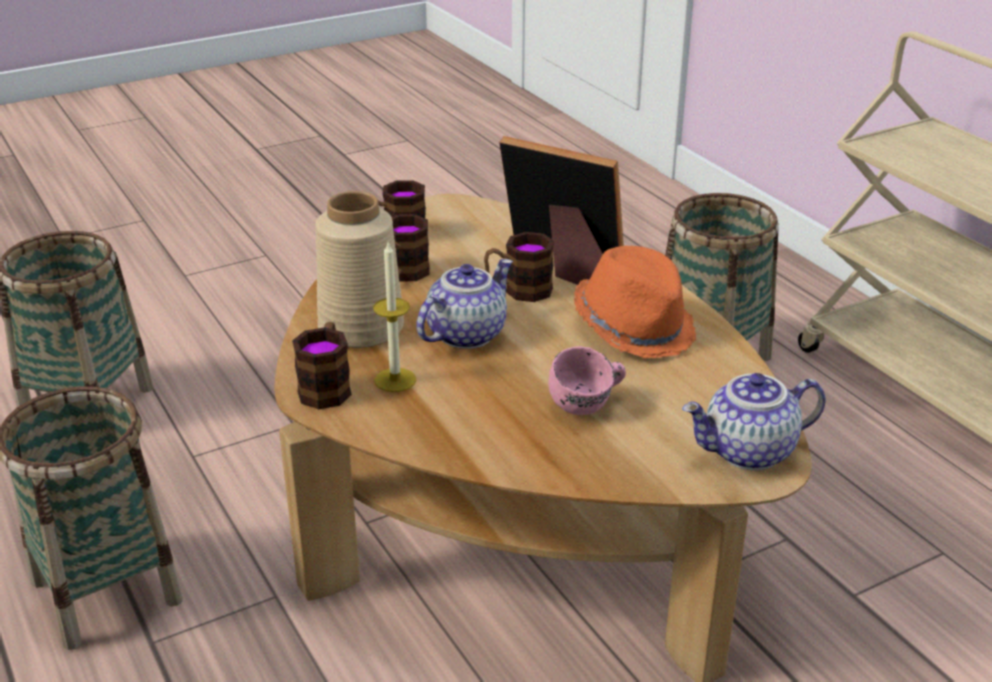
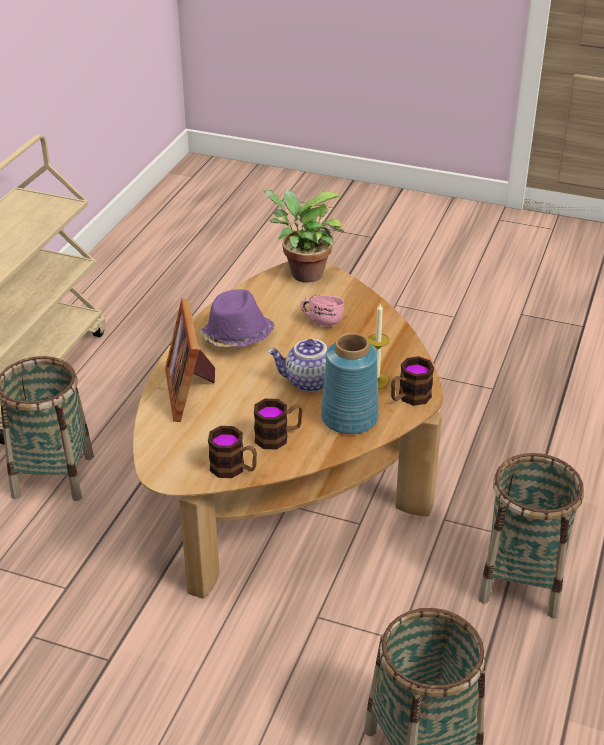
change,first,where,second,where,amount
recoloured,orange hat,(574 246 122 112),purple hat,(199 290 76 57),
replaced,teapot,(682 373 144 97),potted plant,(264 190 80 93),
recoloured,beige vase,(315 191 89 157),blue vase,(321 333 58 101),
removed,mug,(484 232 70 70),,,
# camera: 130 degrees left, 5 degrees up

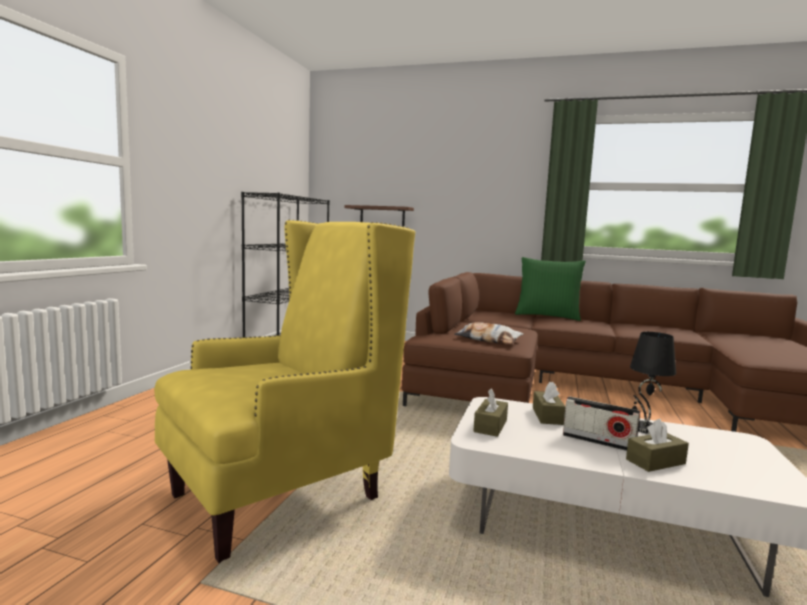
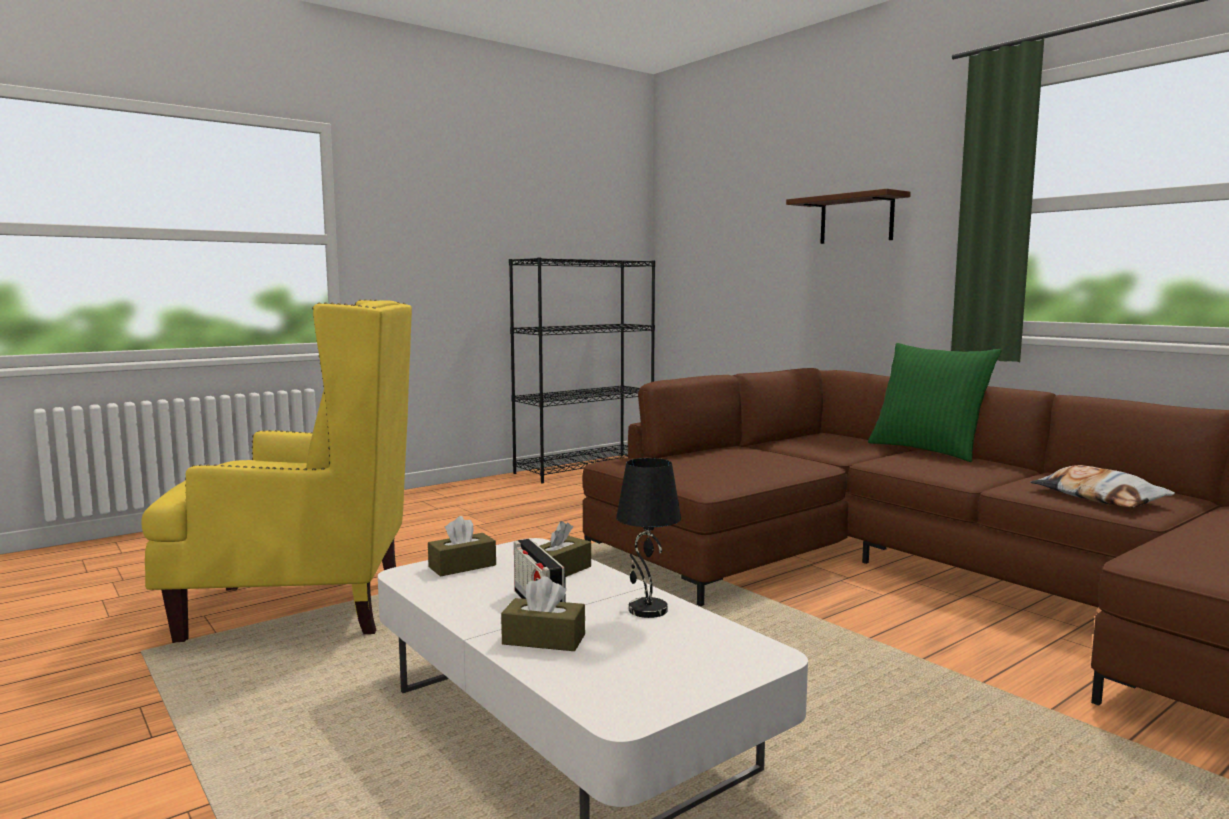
change,first,where,second,where,amount
moved,brown shelf,(344 205 70 22),,(786 189 125 55),
moved,pillow,(454 322 70 22),,(1030 465 145 43),
# camera: 35 degrees right, 0 degrees up

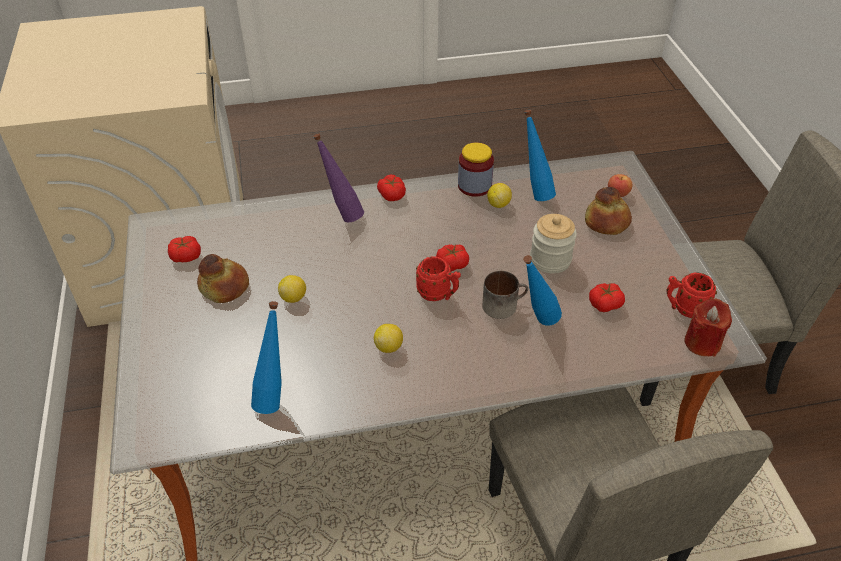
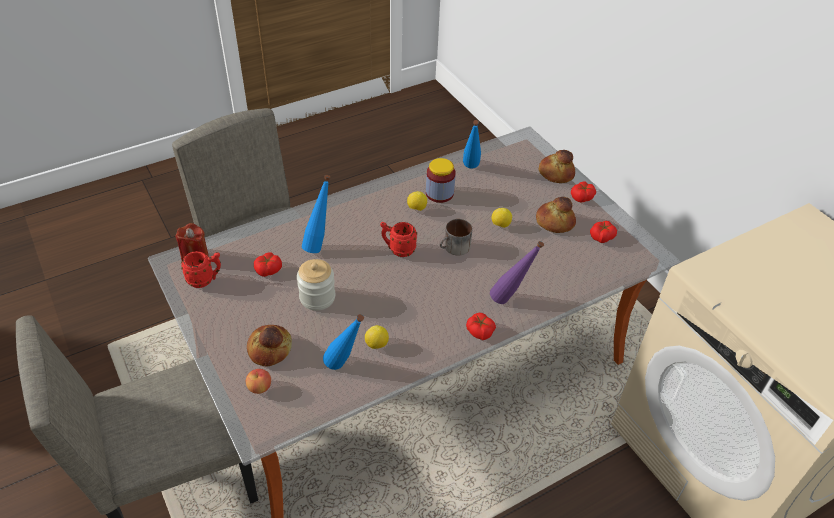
change,first,where,second,where,amount
moved,jar,(458 142 36 55),,(426 158 30 45),
moved,mug,(482 271 46 48),,(440 219 32 37),
added,,,bread,(539 150 36 33),
moved,tomato,(436 245 33 26),,(571 182 25 20),
# camera: 160 degrees right, 0 degrees up

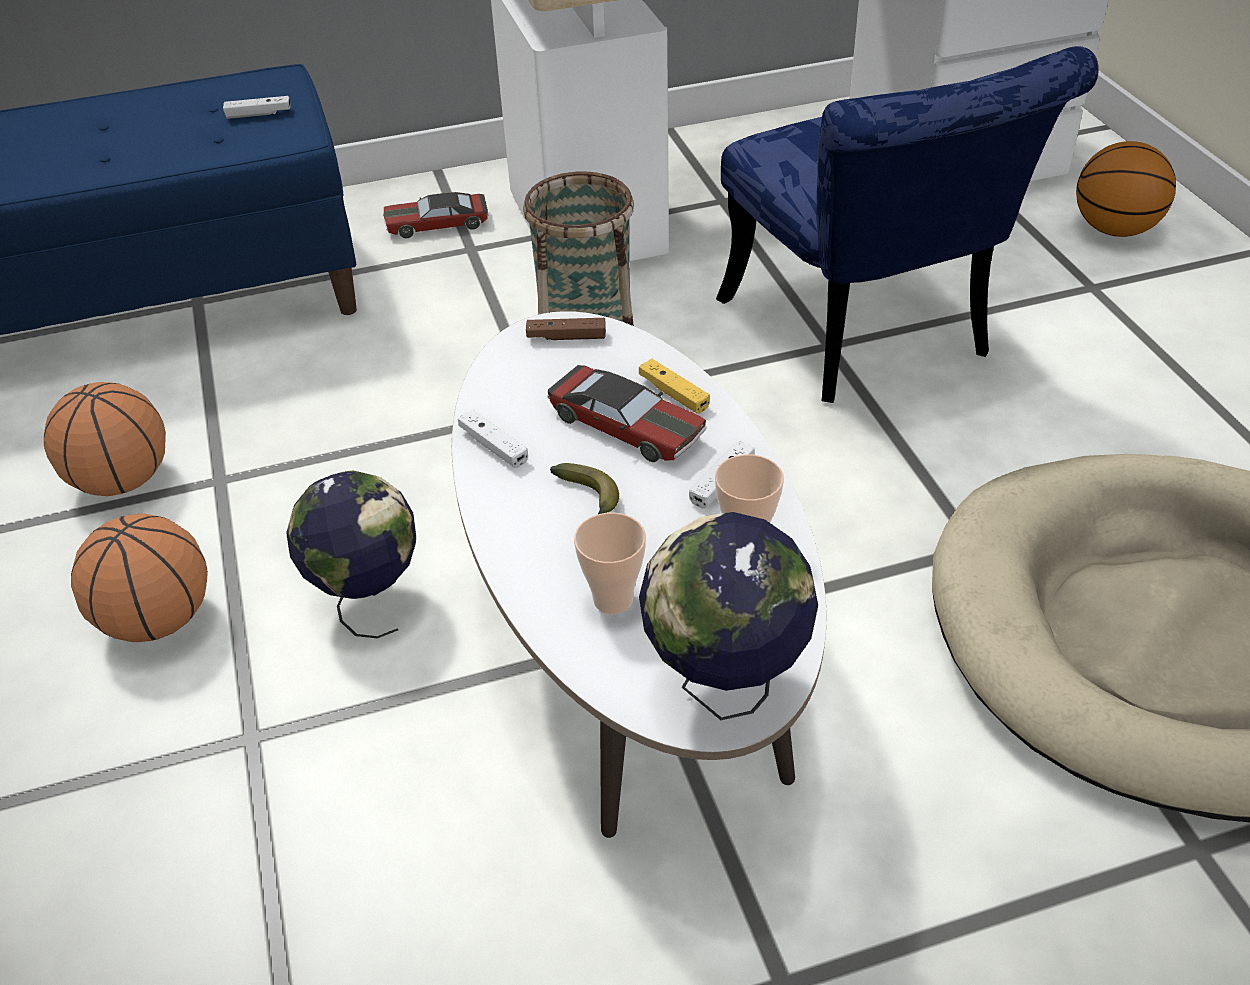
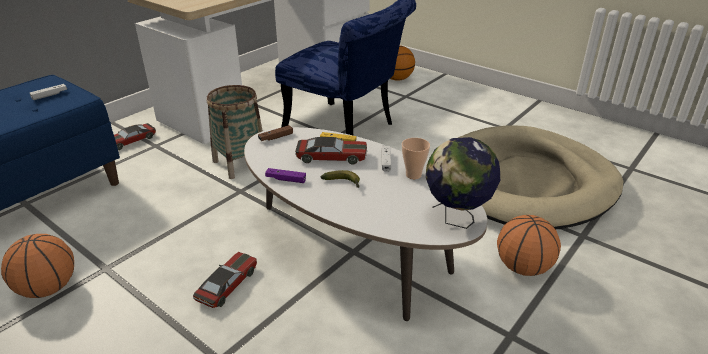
change,first,where,second,where,amount
replaced,globe,(286 471 130 167),toy car,(193 252 64 56),
recoloured,white game controller,(458 410 70 58),purple game controller,(265 168 41 15),
moved,basketball,(71 513 137 129),,(497 215 64 61),
removed,cup,(574 513 72 101),,,
# camera: 35 degrees left, 10 degrees down

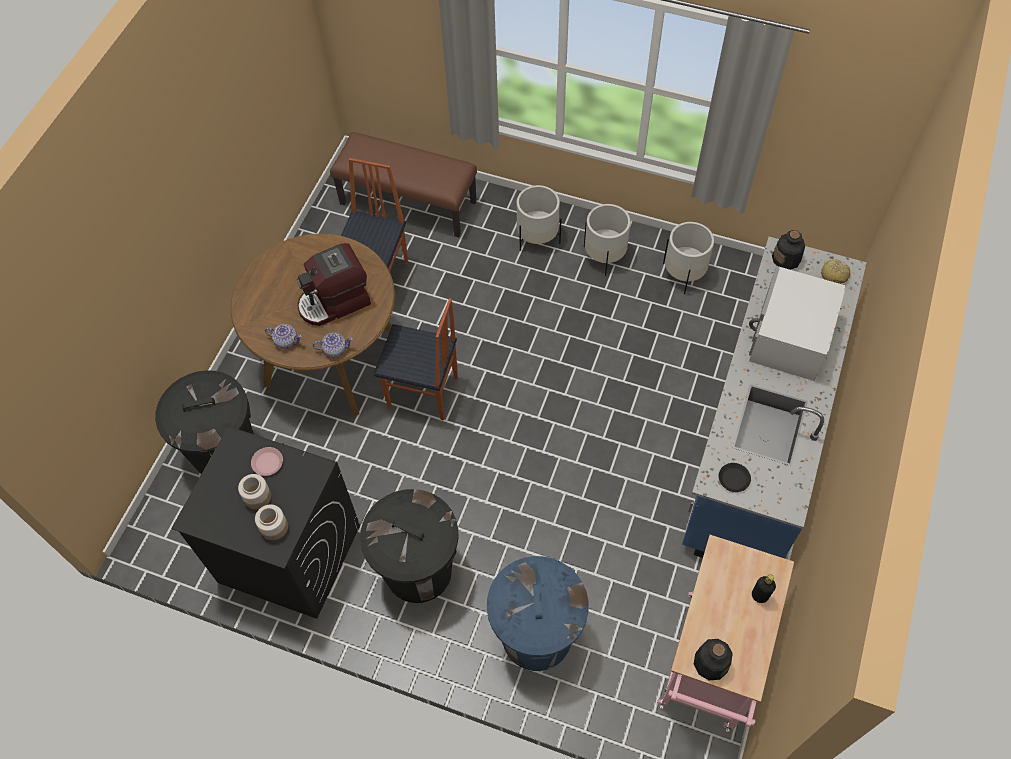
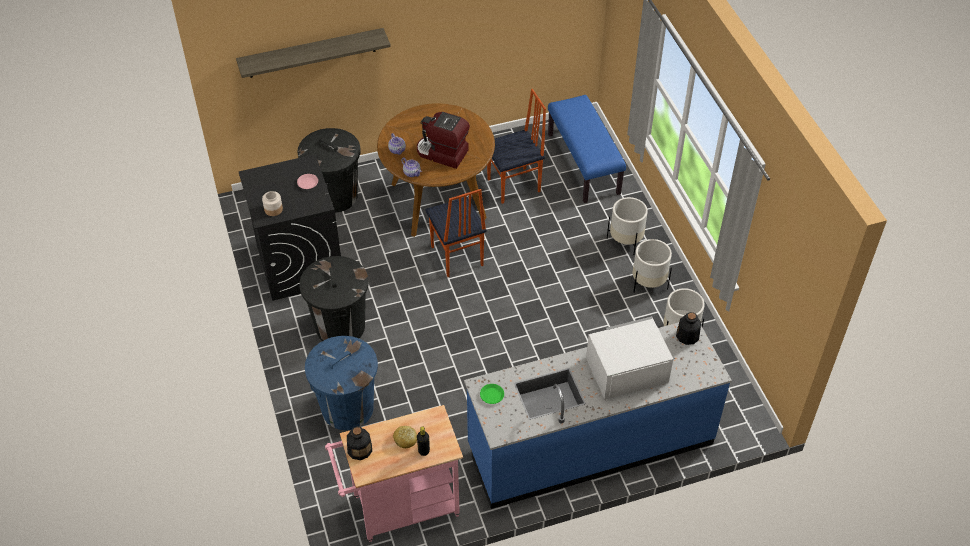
change,first,where,second,where,amount
added,,,shelf,(236 28 155 50),
moved,bread,(821 260 29 24),,(393 426 24 22),
recoloured,black plate,(719 463 32 29),green plate,(480 384 24 20),
recoloured,brown bench,(330 132 147 105),blue bench,(548 95 78 108),
removed,jar,(238 474 33 35),,,
# camera: 50 degrees right, 10 degrees down

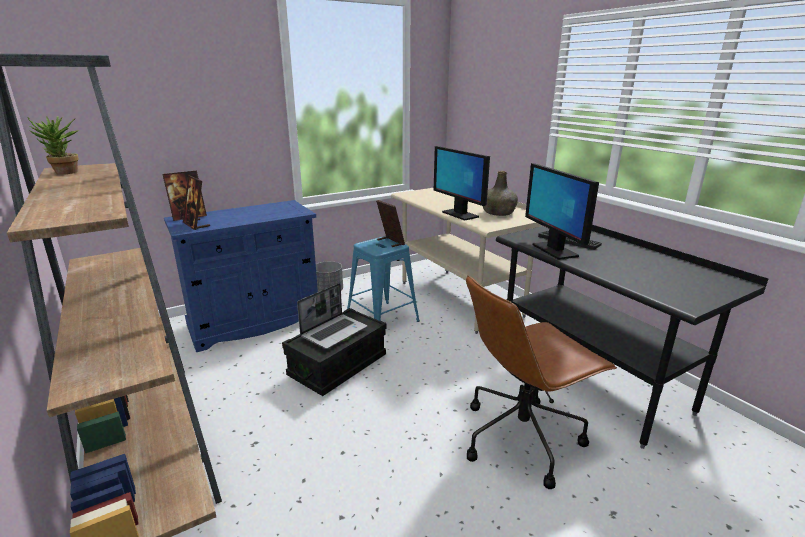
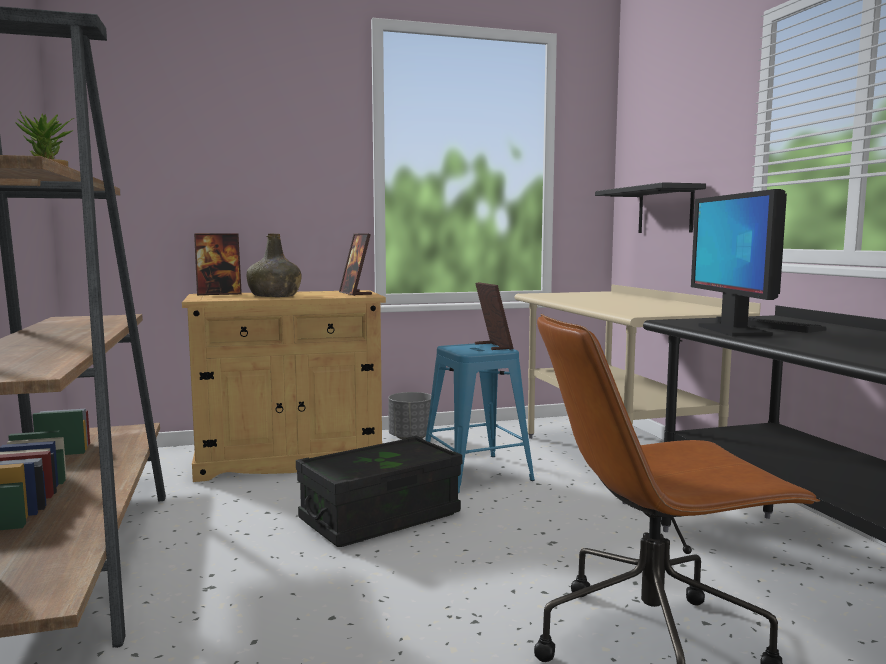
change,first,where,second,where,amount
recoloured,blue cabinet,(164 200 154 152),beige cabinet,(182 290 204 192),
moved,green bottle,(483 171 35 45),,(247 233 55 64),
moved,picture frame,(183 175 27 55),,(339 233 33 63),
added,,,black shelf,(595 182 111 51),
removed,laptop,(297 283 70 66),,,
removed,monitor,(434 146 56 75),,,
# camera: 15 degrees right, 15 degrees down

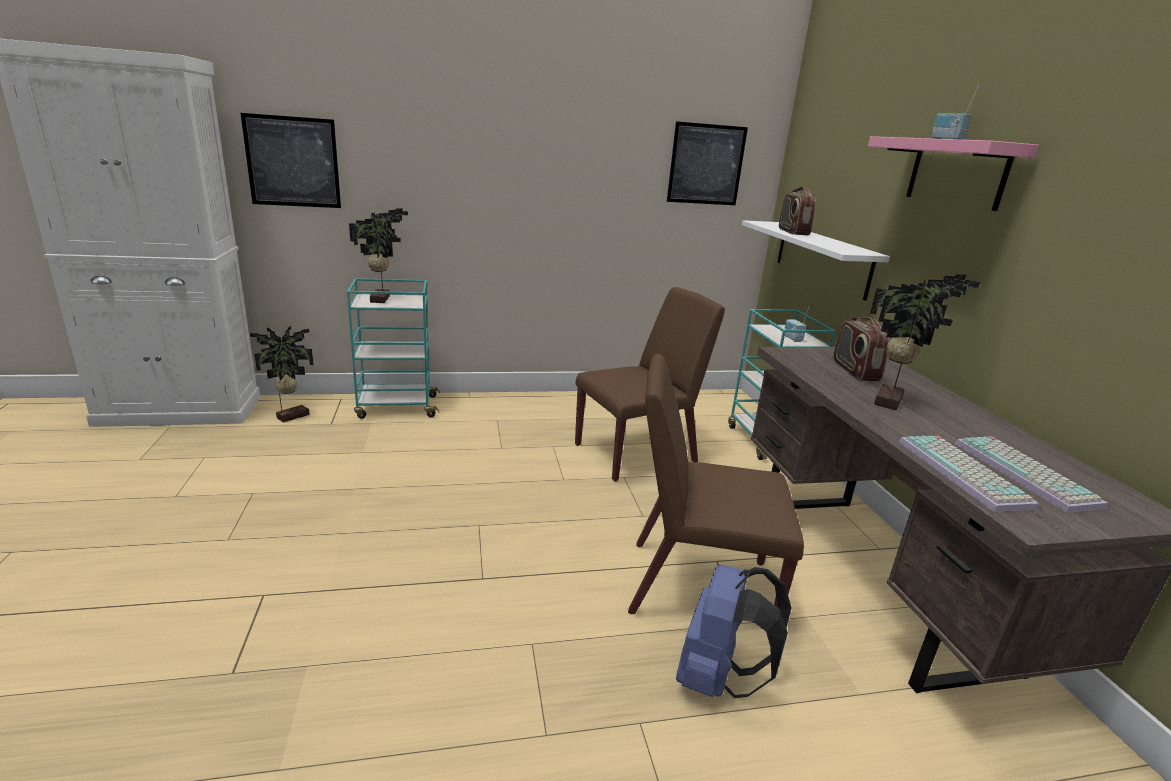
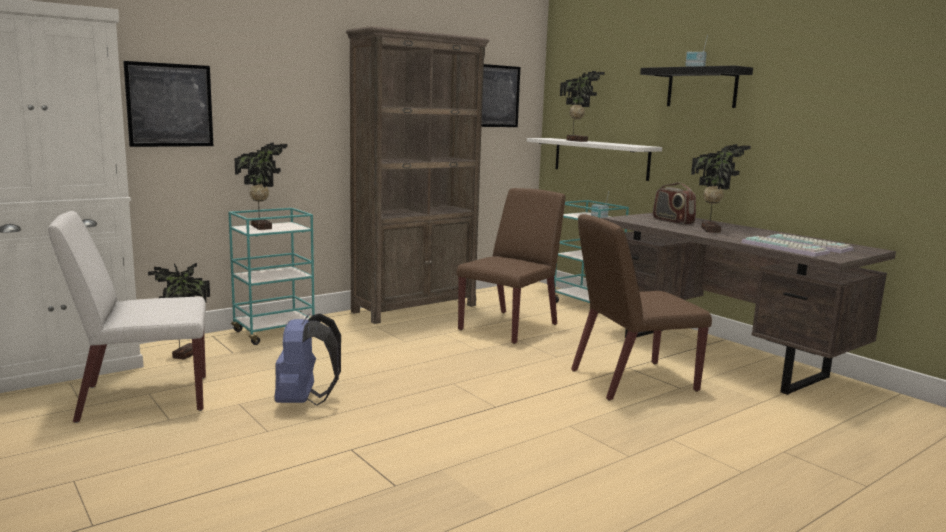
change,first,where,second,where,amount
added,,,white chair,(48 211 158 212),
moved,blue backpack,(676 565 116 133),,(274 313 67 93),
added,,,brown bookcase,(346 26 144 298),
replaced,radio,(779 186 37 49),potted plant,(560 71 45 71),
recoloured,pink shelf,(868 136 171 75),black shelf,(640 66 113 42),
# camera: 25 degrees left, 10 degrees down

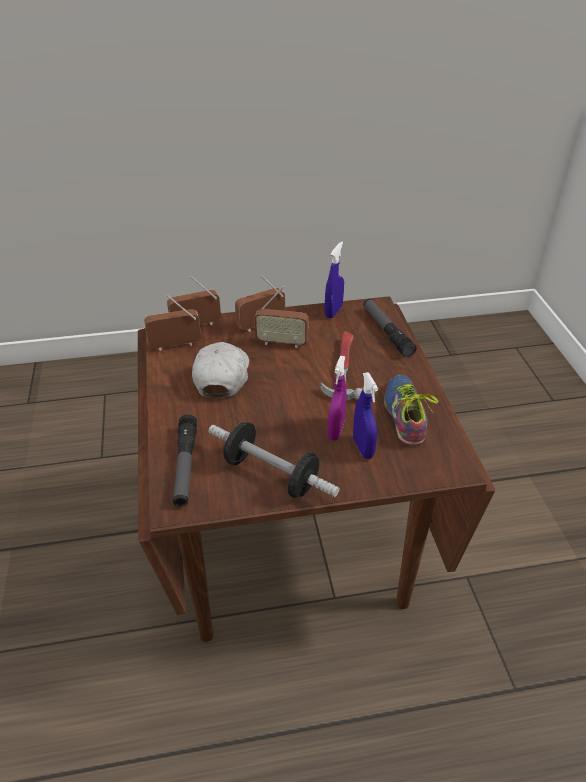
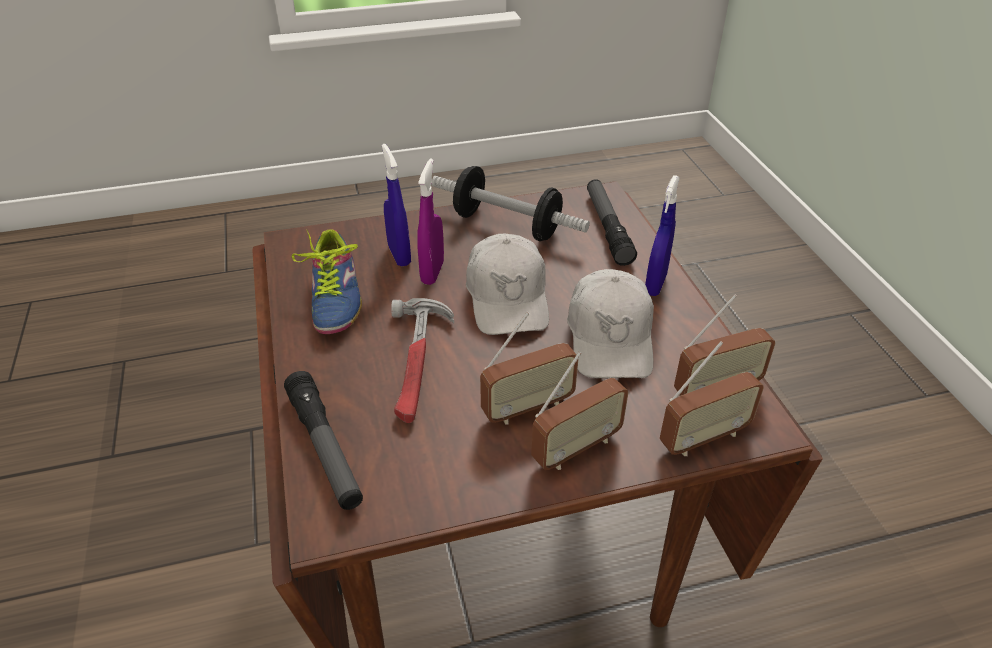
change,first,where,second,where,amount
added,,,white cap,(466 233 83 102),
turned,radio,(254 286 55 62),,(480 312 99 112),150 degrees clockwise
moved,blue spray bottle,(324 241 20 77),,(645 175 35 121),
# camera: 175 degrees right, 0 degrees up

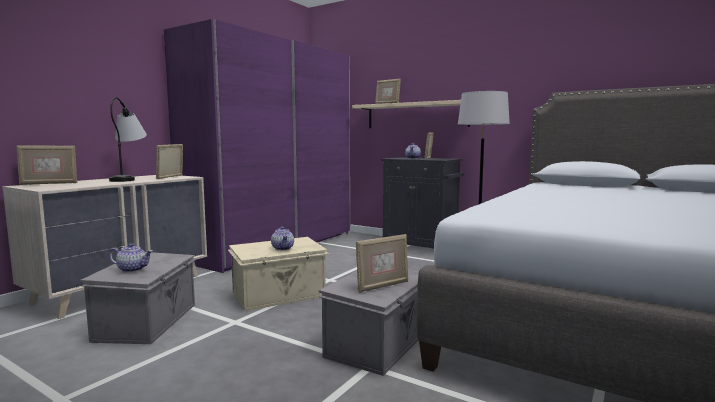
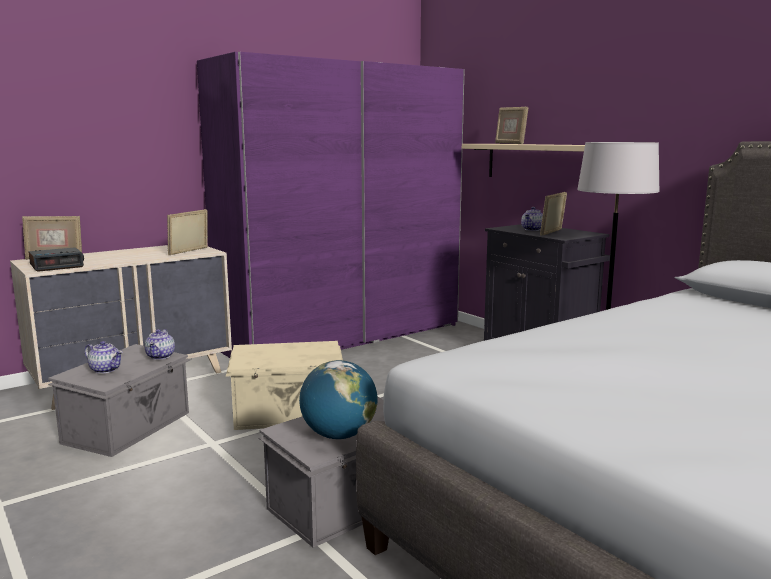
change,first,where,second,where,amount
added,,,alarm clock,(29 247 55 25),
moved,teapot,(271 227 23 23),,(144 329 31 30),
replaced,picture frame,(356 234 52 59),globe,(299 360 79 79),
removed,table lamp,(109 97 38 85),,,
# camera: 20 degrees right, 5 degrees up

